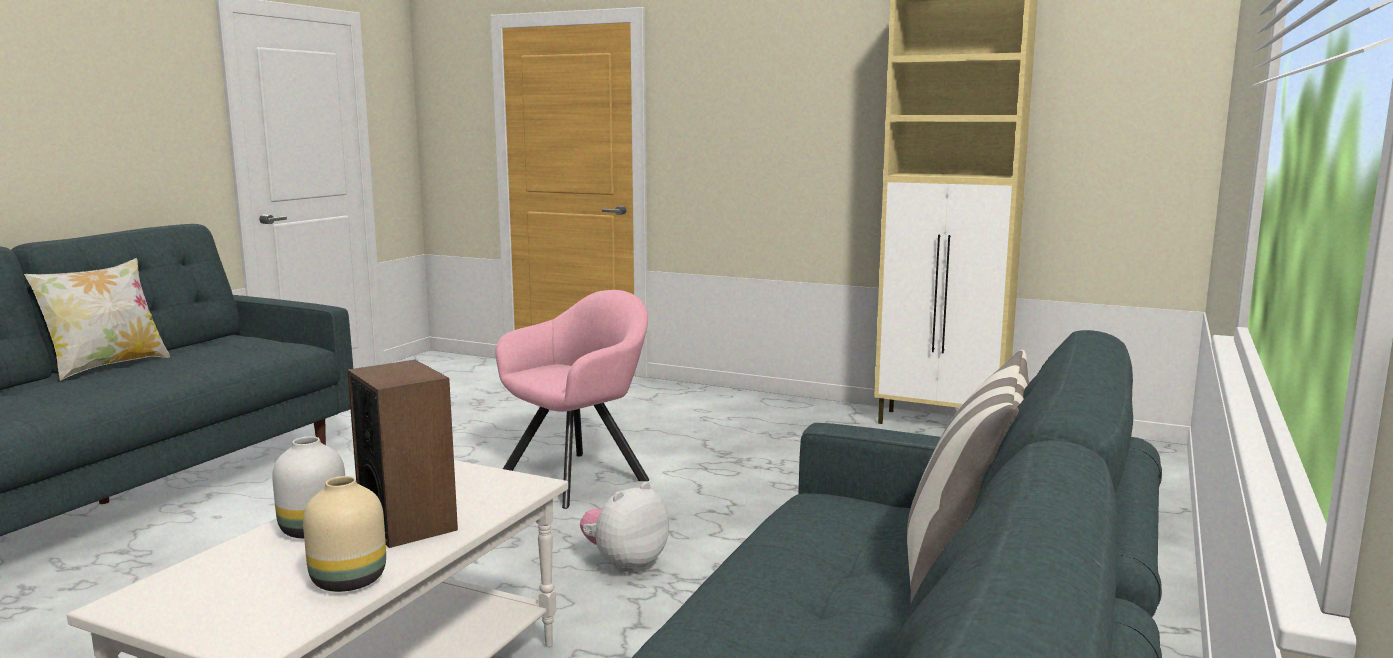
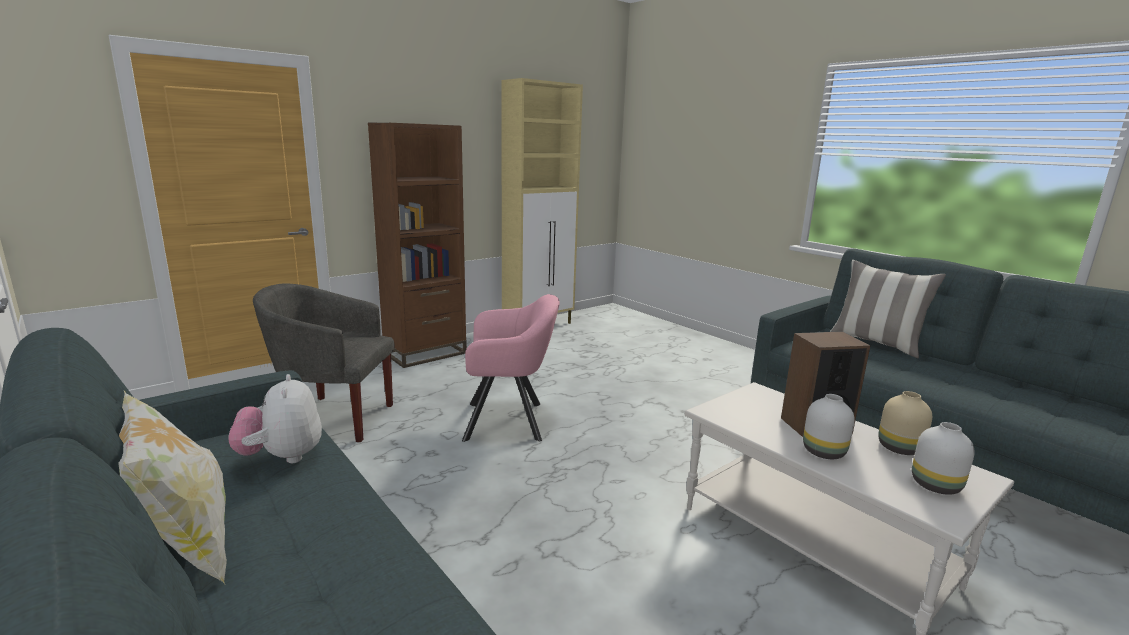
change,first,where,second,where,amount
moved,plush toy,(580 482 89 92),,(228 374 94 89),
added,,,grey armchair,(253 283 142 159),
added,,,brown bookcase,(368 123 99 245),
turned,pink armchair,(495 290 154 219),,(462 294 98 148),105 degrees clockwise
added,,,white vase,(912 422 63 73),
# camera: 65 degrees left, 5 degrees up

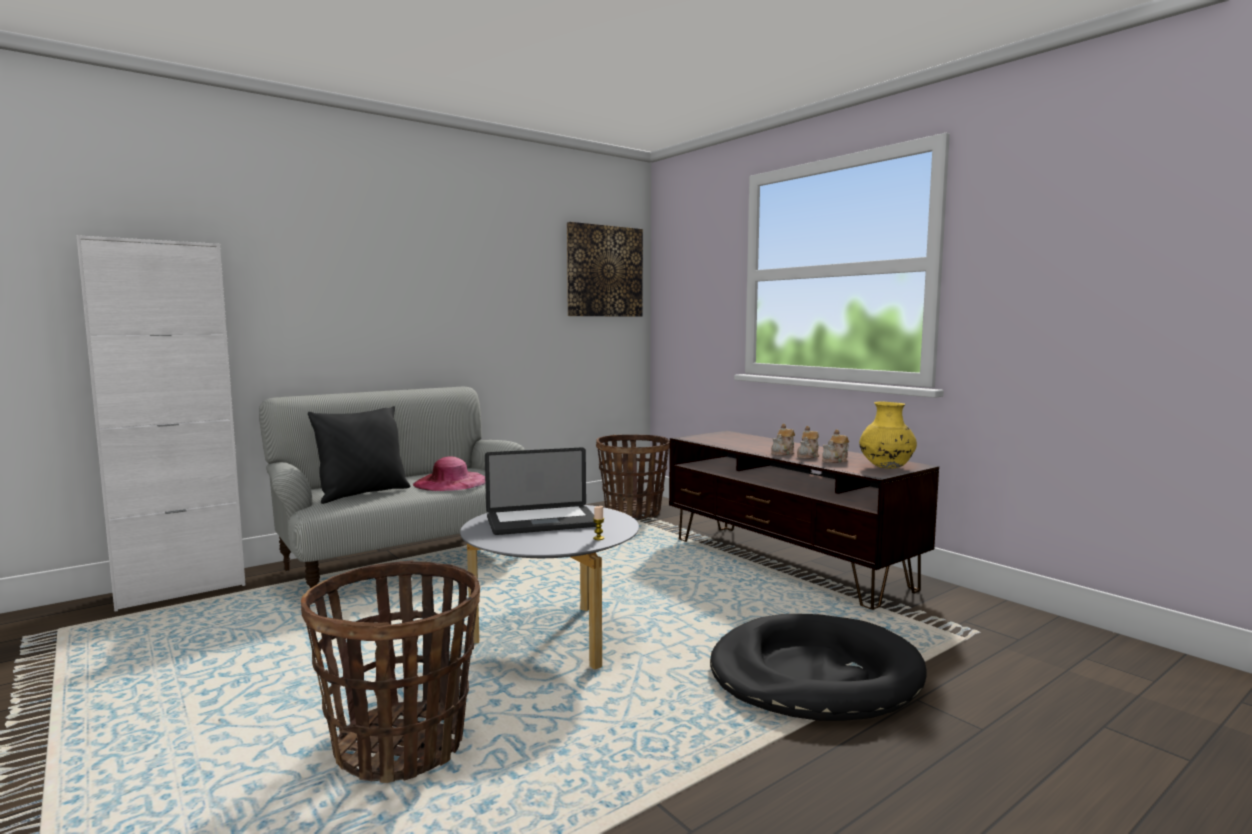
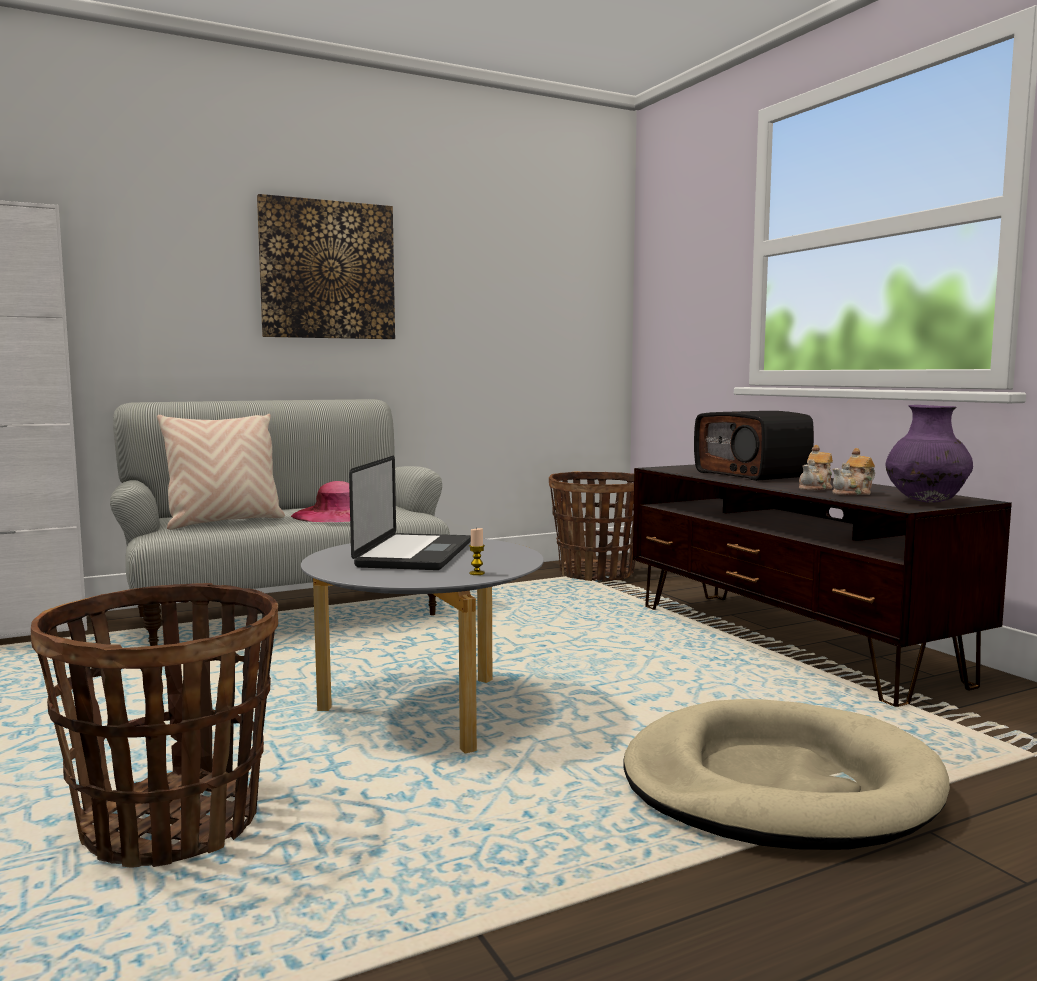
change,first,where,second,where,amount
recoloured,black pillow,(308 406 102 98),beige pillow,(157 414 128 116),
moved,picture,(567 222 76 95),,(257 194 138 145),
turned,laptop,(485 448 111 87),,(349 456 122 114),75 degrees counterclockwise
recoloured,black dog bed,(710 614 217 107),beige dog bed,(623 699 327 151),
added,,,radio,(694 411 120 70),
recoloured,yellow vase,(859 401 58 68),purple vase,(886 405 87 98),
removed,teapot,(771 424 24 32),,,
# camera: 10 degrees right, 0 degrees up

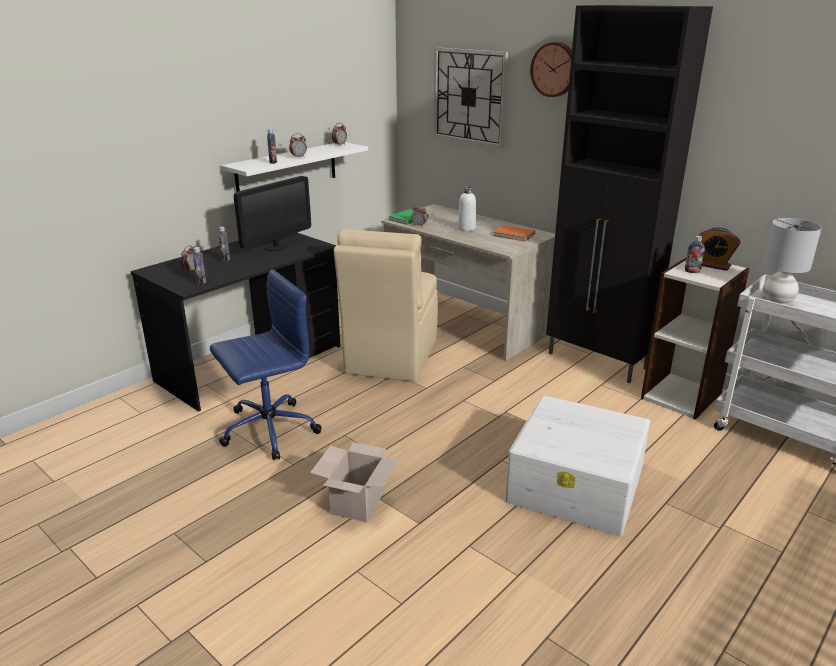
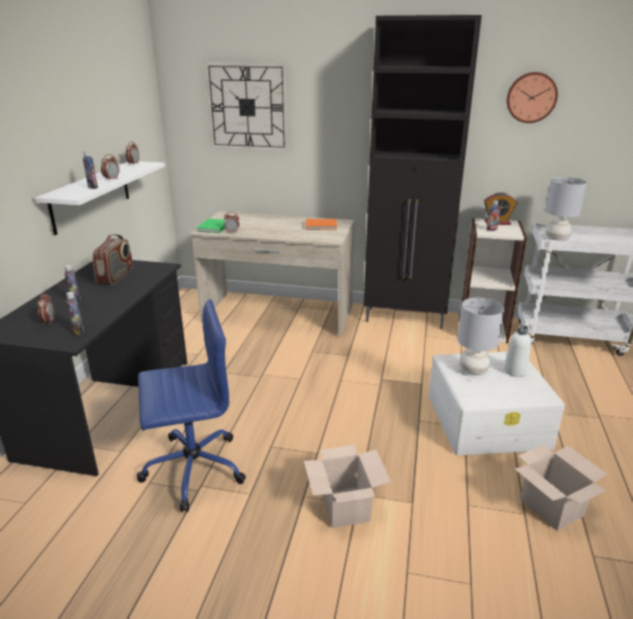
change,first,where,second,where,amount
replaced,monitor,(234 176 77 75),radio,(92 234 41 51),
turned,blue office chair,(210 269 112 191),,(137 299 109 213),45 degrees clockwise
added,,,grey table lamp,(457 298 47 77),
moved,white bottle,(458 186 18 45),,(504 325 27 52),
moved,wall clock,(530 42 42 55),,(506 72 52 51),
added,,,cardboard box,(515 445 93 86),
removed,beige chair,(334 229 104 153),,,
# camera: 30 degrees left, 0 degrees up

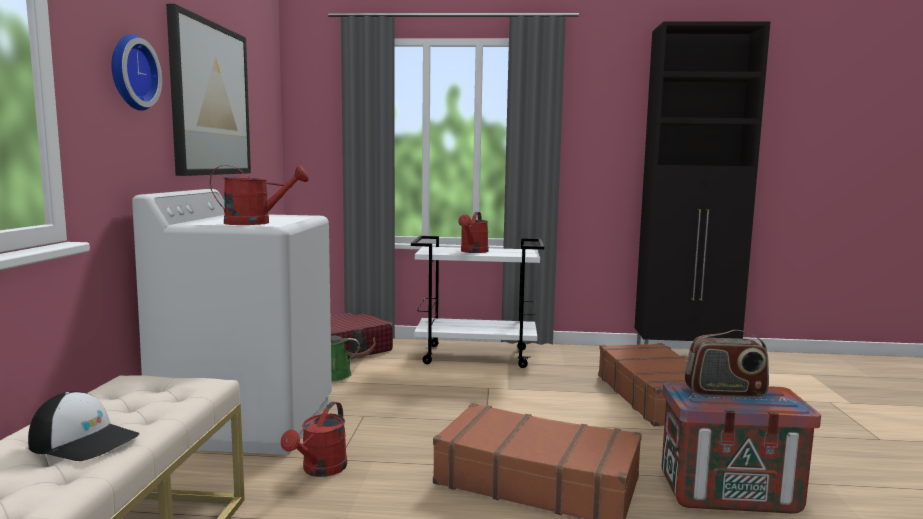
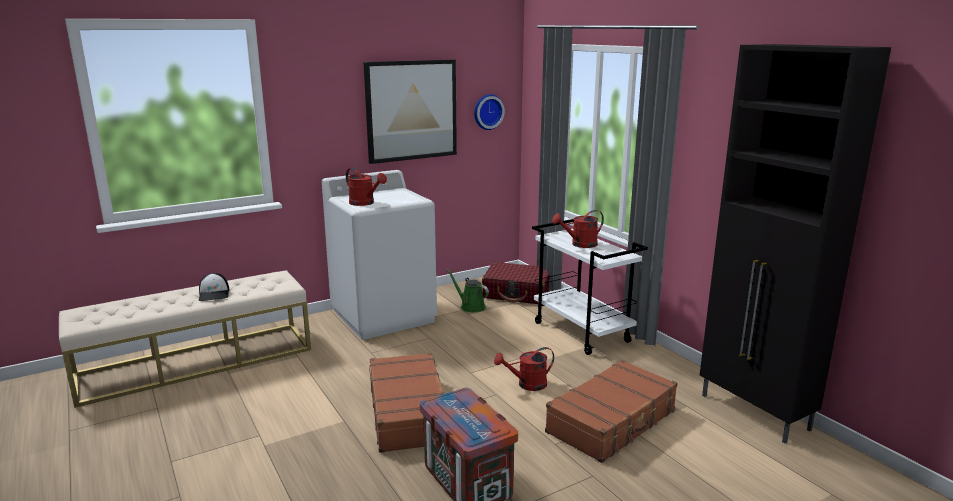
change,first,where,second,where,amount
moved,wall clock,(111 34 51 77),,(474 94 31 36),
moved,red watering can,(281 402 66 75),,(494 347 60 44),
removed,radio,(685 330 84 68),,,
# camera: 55 degrees right, 10 degrees up

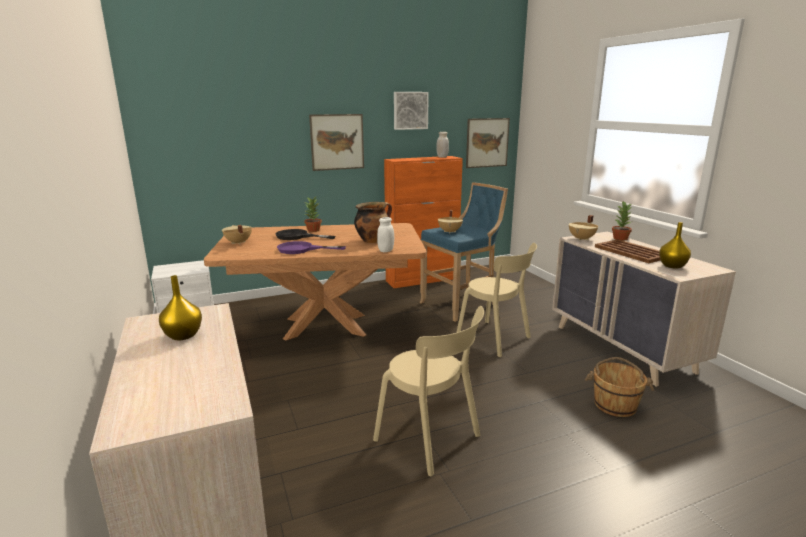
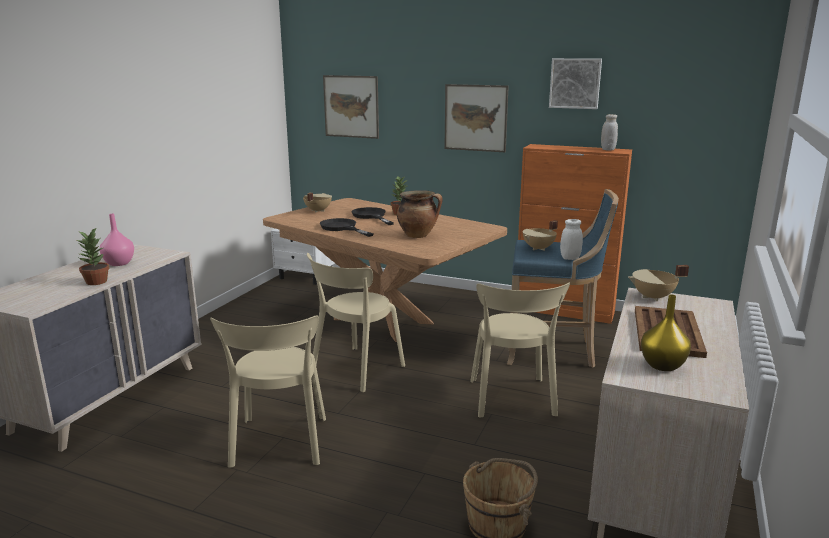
change,first,where,second,where,amount
moved,potted plant,(612 201 21 40),,(77 227 32 58),
recoloured,yellow vase,(159 275 43 65),pink vase,(100 214 34 52),
added,,,beige chair,(307 253 98 139),
recoloured,purple frying pan,(277 241 69 13),black frying pan,(320 218 53 19),
moved,picture,(466 118 44 50),,(323 75 56 64),
moved,white jar,(377 217 17 35),,(560 219 23 41),
# camera: 45 degrees right, 0 degrees up

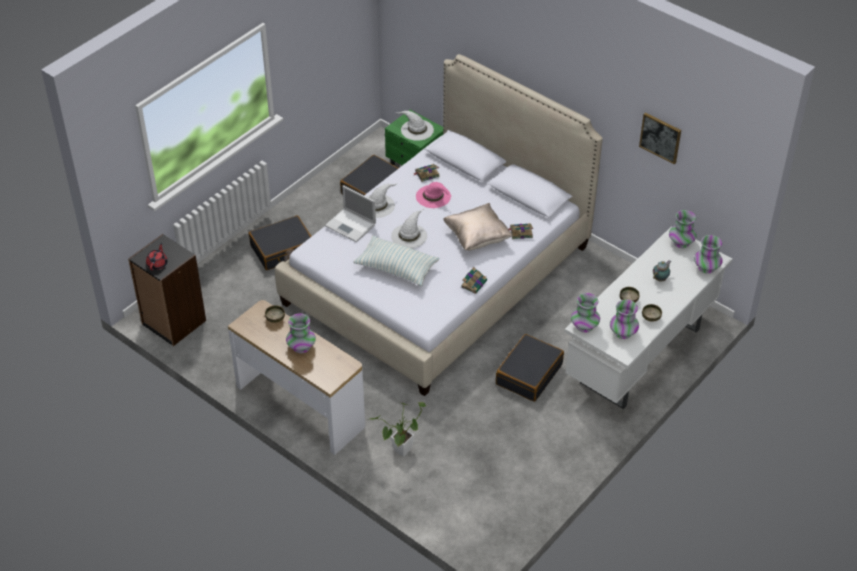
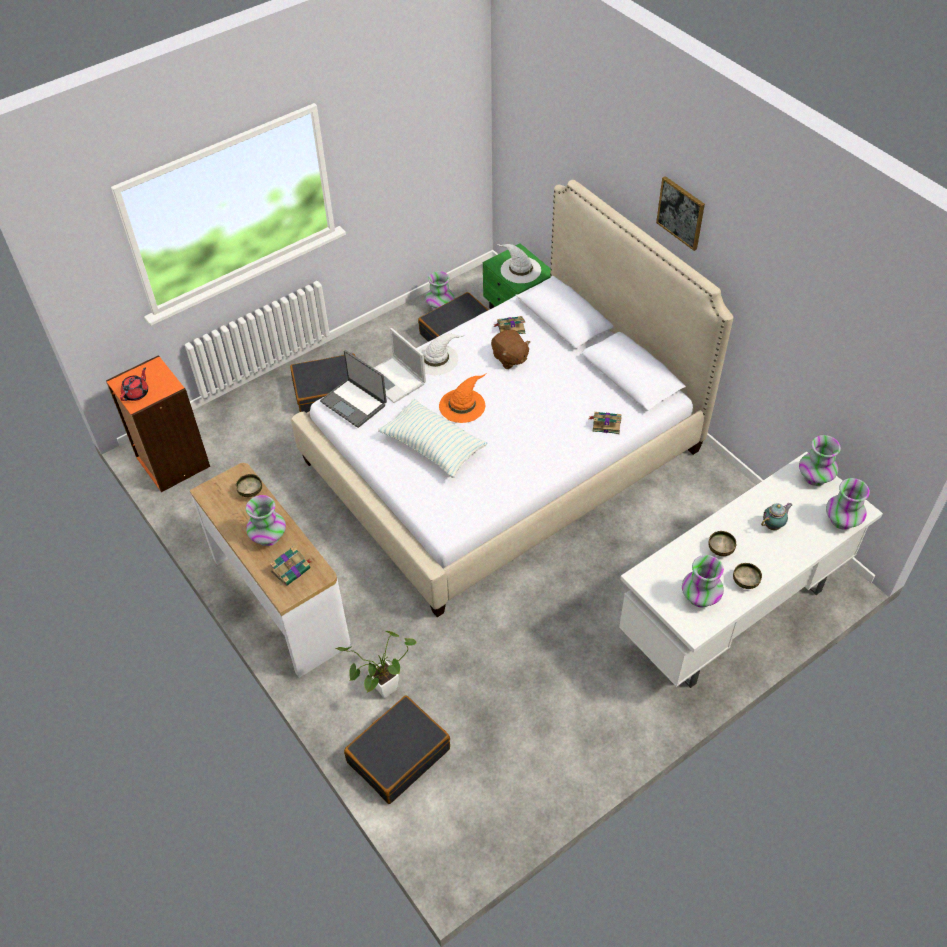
change,first,where,second,where,amount
recoloured,black bookcase,(128 234 78 112),orange bookcase,(106 355 104 137),
moved,book,(461 267 26 27),,(270 546 42 40),
added,,,laptop,(320 350 67 78),
moved,black suitcase,(496 334 68 68),,(344 695 106 109),
moved,vase,(571 293 29 40),,(425 271 29 39),
recoloured,white hat,(391 208 36 40),orange hat,(439 374 47 49),
replaced,pink hat,(416 182 35 26),brown plush toy,(491 330 39 39),
moved,picture,(639 113 42 51),,(656 176 49 75),
removed,beige pillow,(443 203 70 48),,,
# camera: 15 degrees right, 5 degrees up

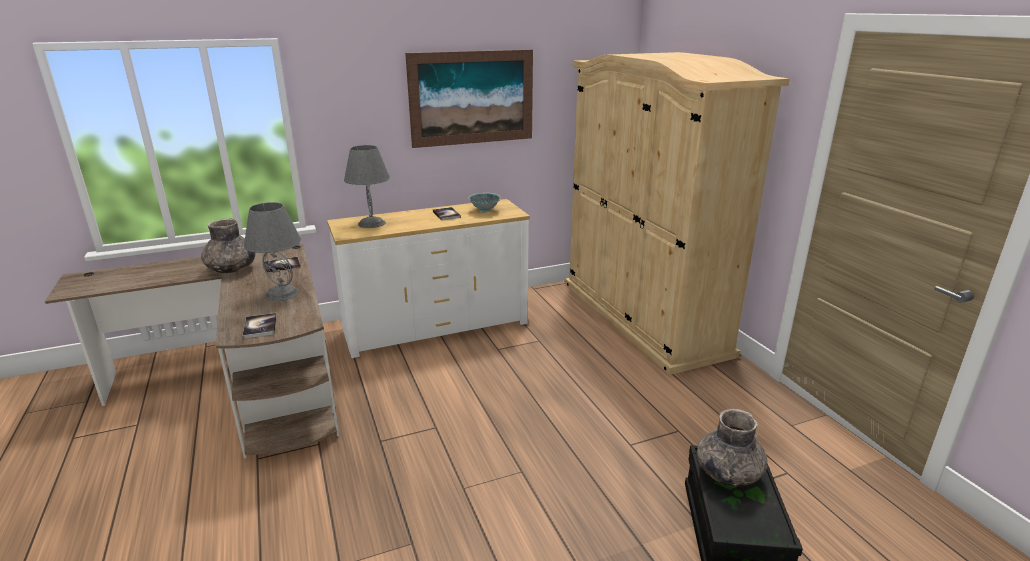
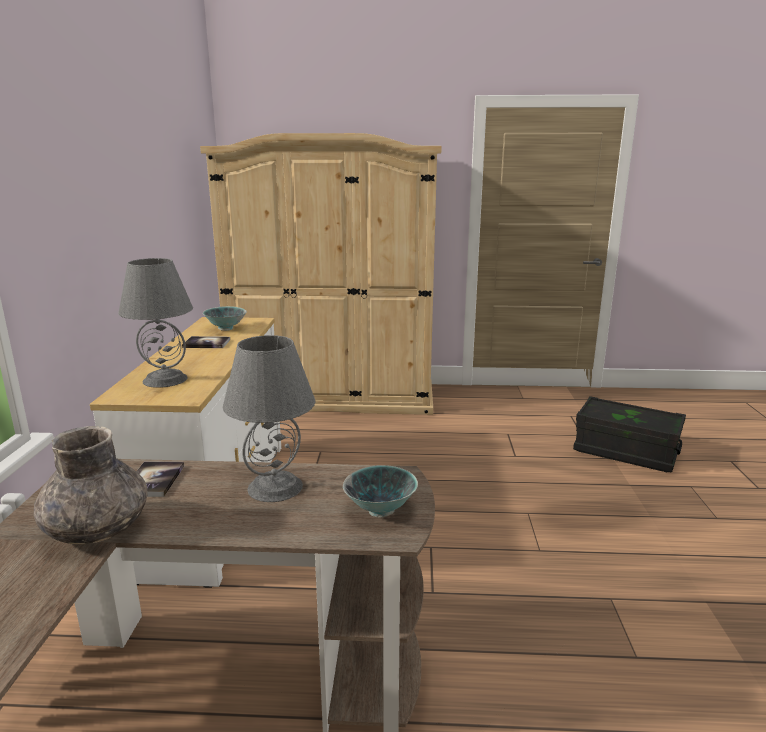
change,first,where,second,where,amount
replaced,book,(242 313 34 26),bowl,(343 465 75 53),
removed,picture,(405 50 128 98),,,
removed,grey vase,(697 409 71 78),,,
# camera: 65 degrees left, 5 degrees down

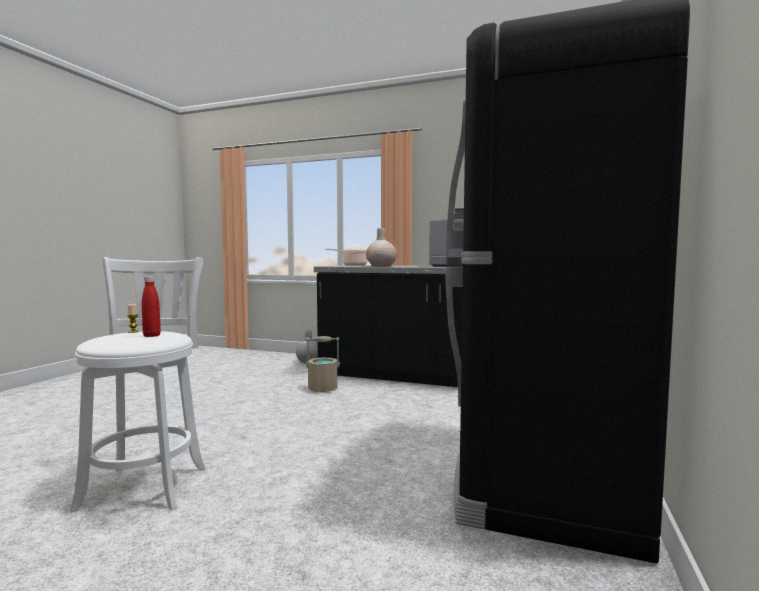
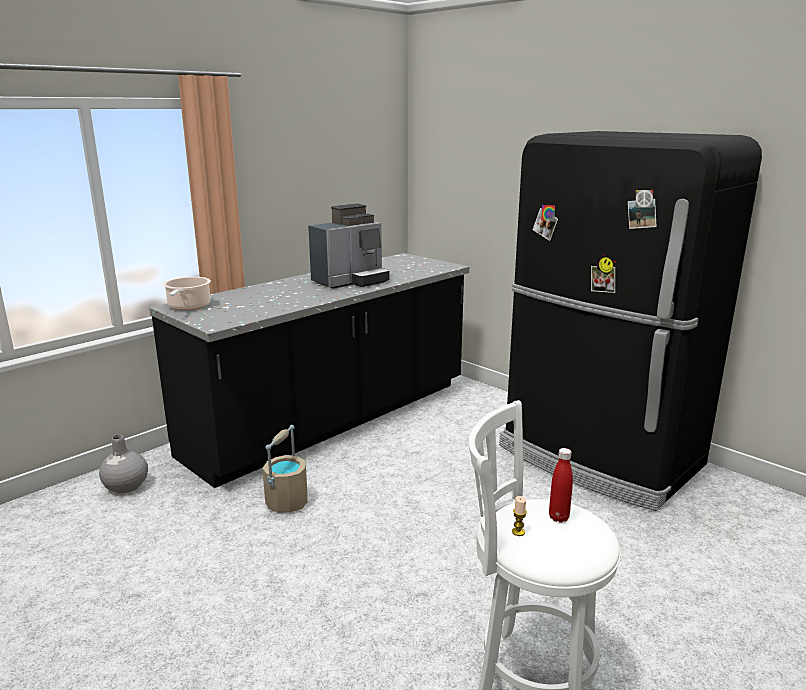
change,first,where,second,where,amount
removed,beige vase,(366 228 31 39),,,
# camera: 65 degrees left, 15 degrees up

